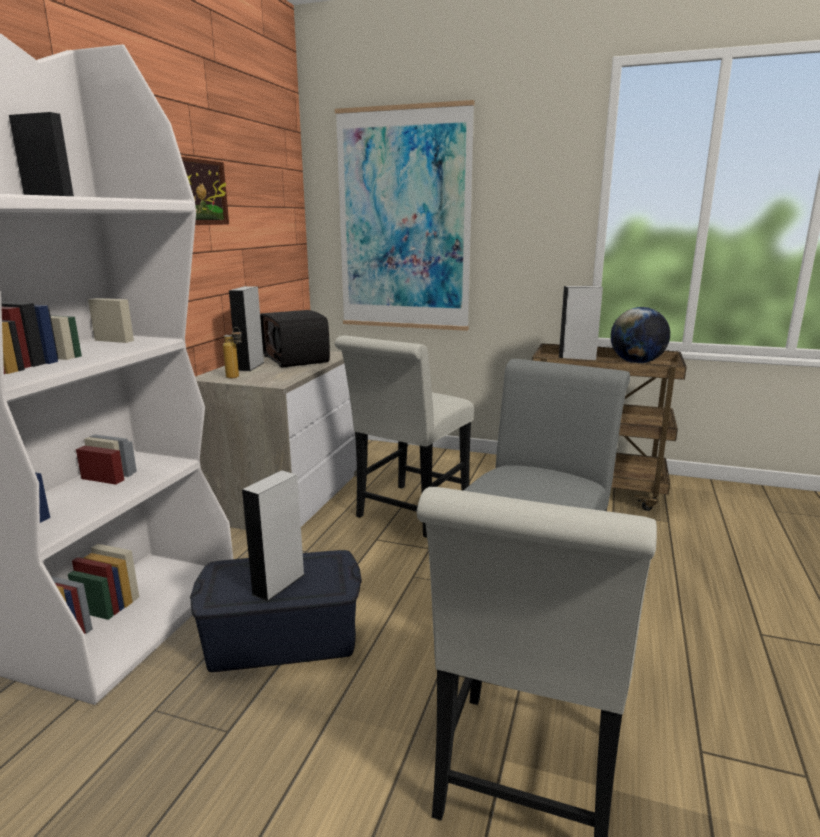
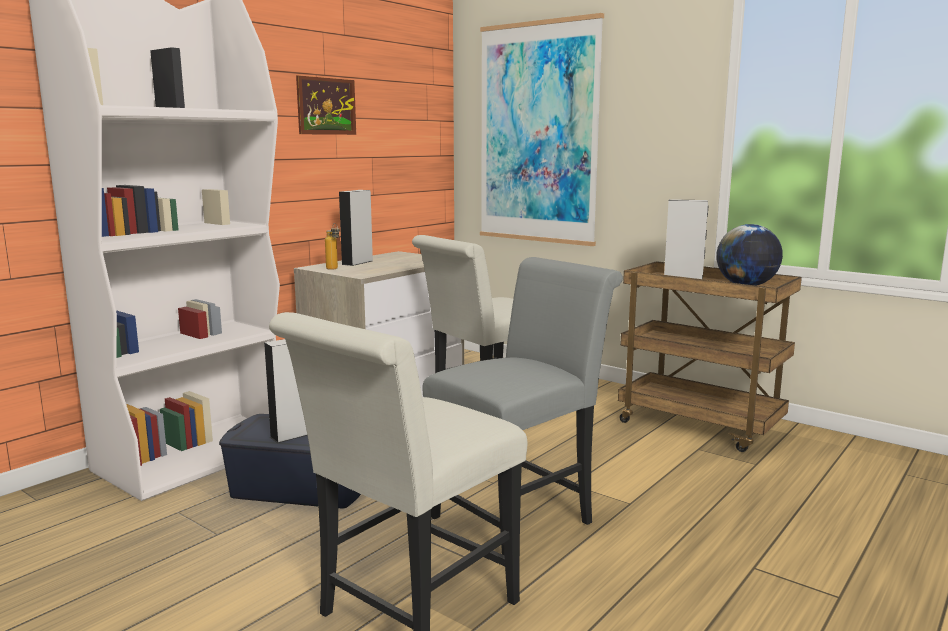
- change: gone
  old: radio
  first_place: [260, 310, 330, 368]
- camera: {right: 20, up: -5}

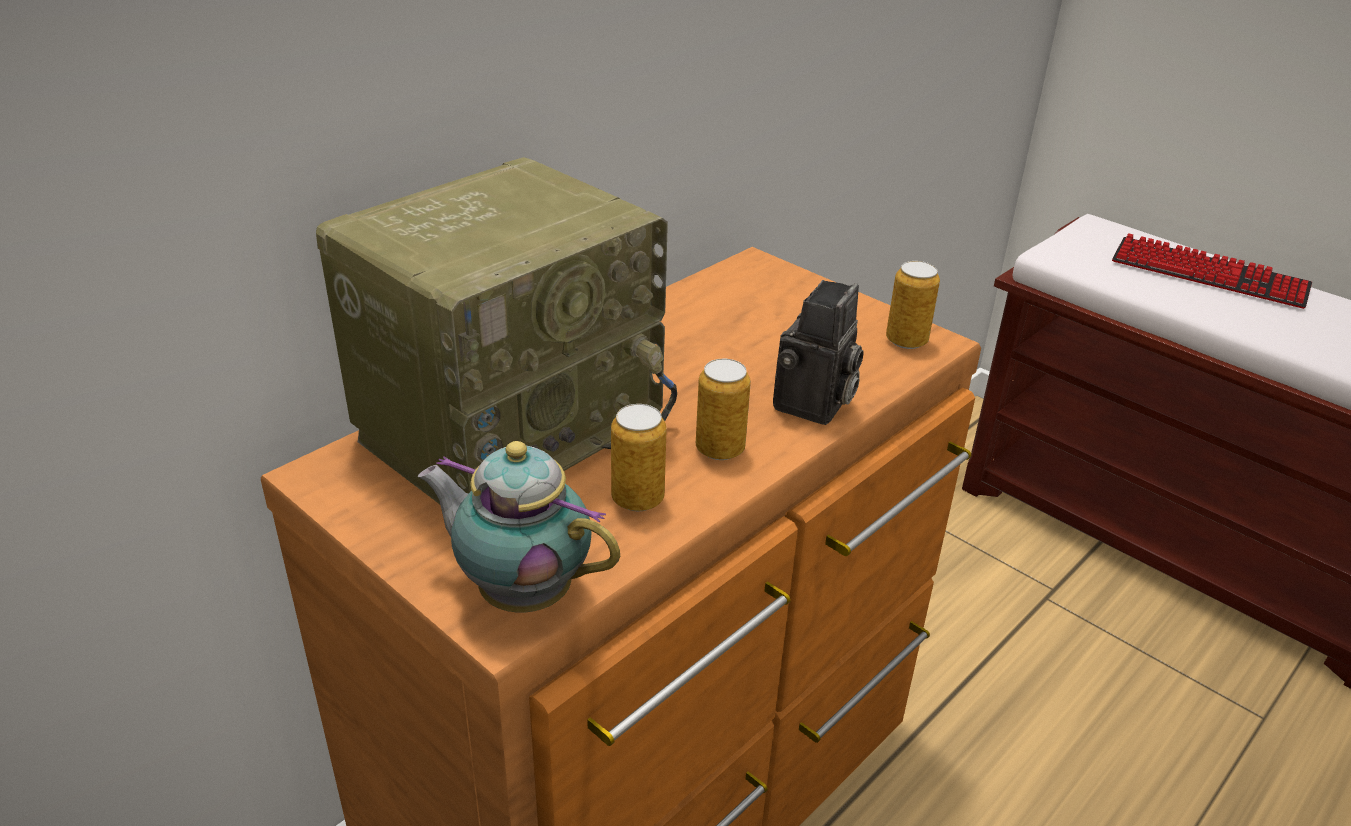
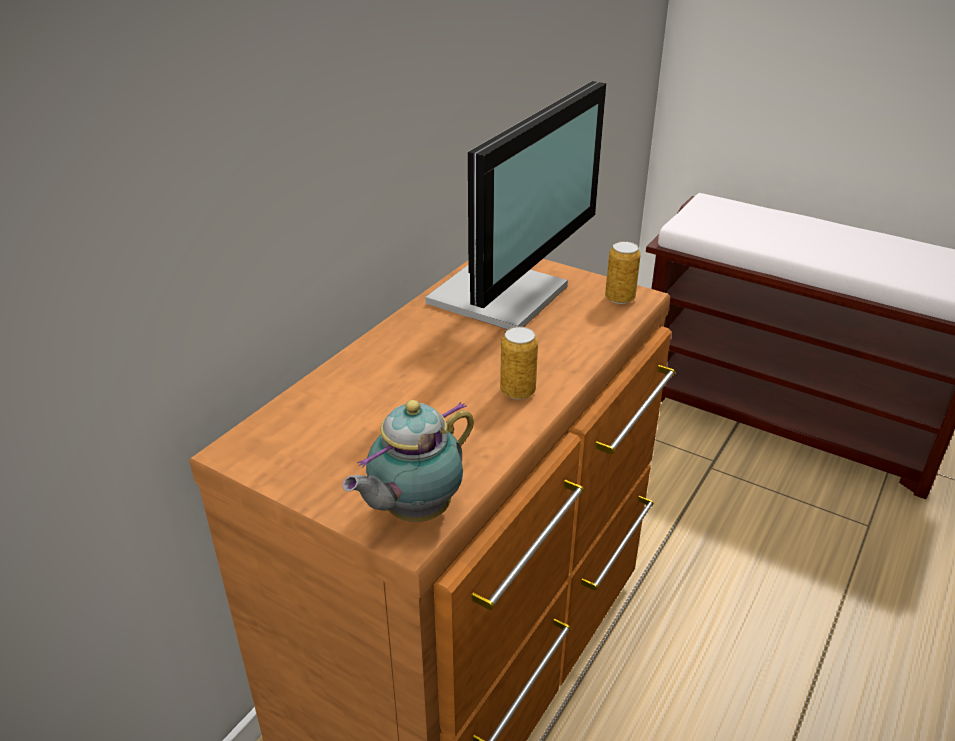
- change: rotated
  old: teapot
  first_place: [418, 441, 620, 612]
  second_place: [342, 400, 474, 522]
  degrees: -60
- change: new
  new: monitor
  second_place: [425, 81, 606, 330]
- change: gone
  old: radio
  first_place: [316, 157, 677, 504]
- change: gone
  old: can
  first_place: [611, 404, 667, 511]
- change: gone
  old: photo camera
  first_place: [773, 280, 864, 425]
- change: gone
  old: keyboard
  first_place: [1112, 233, 1312, 309]
- camera: {right: -10, up: 0}

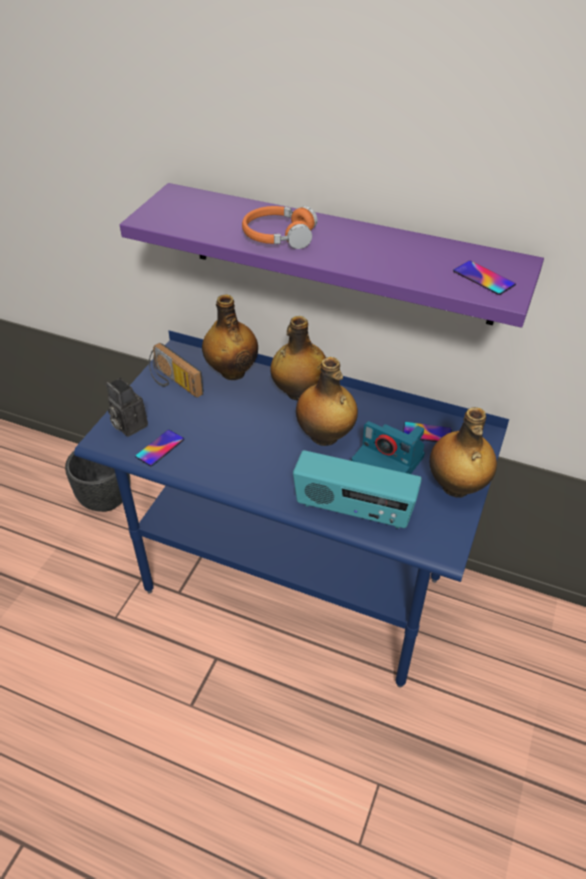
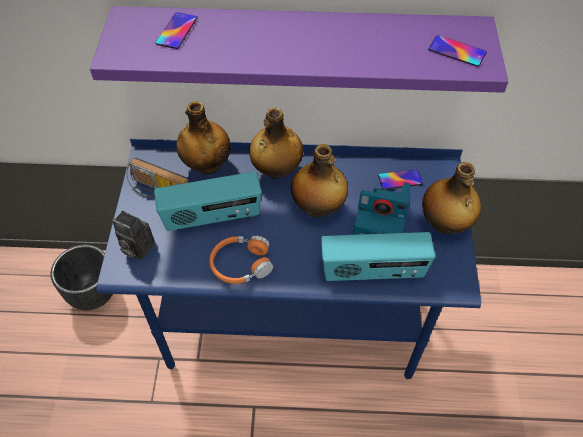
- change: new
  new: radio
  second_place: [154, 171, 262, 231]
- change: shifted
  old: phone
  first_place: [135, 430, 184, 466]
  second_place: [155, 12, 198, 49]
- change: shifted
  old: headphones (orange)
  first_place: [242, 206, 317, 249]
  second_place: [209, 235, 273, 284]
- camera: {right: -20, up: 10}

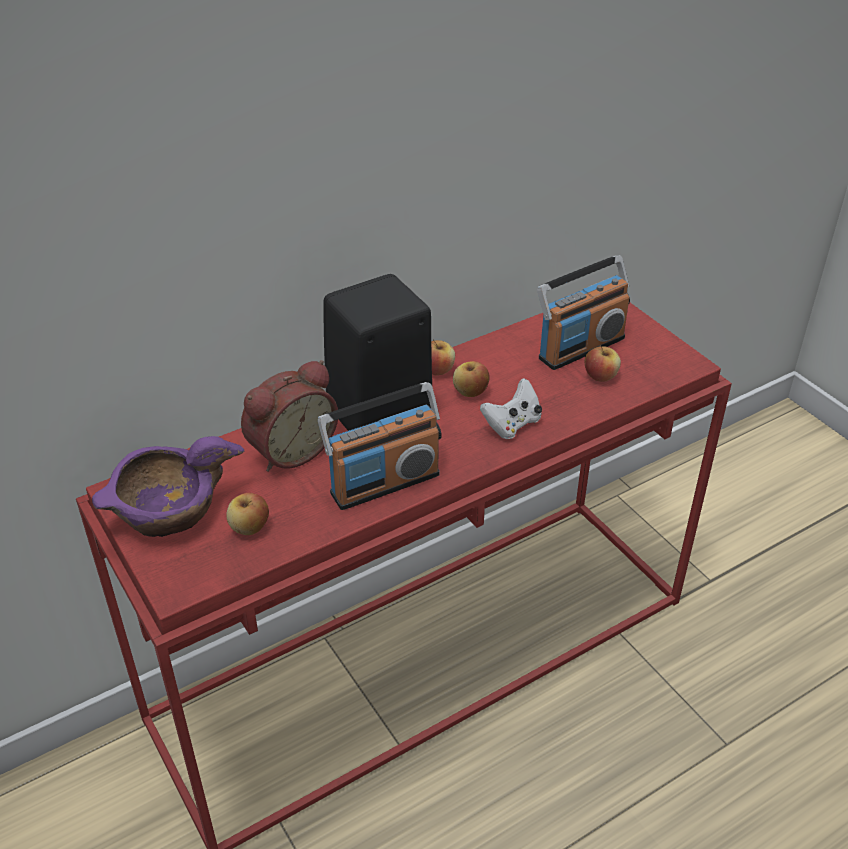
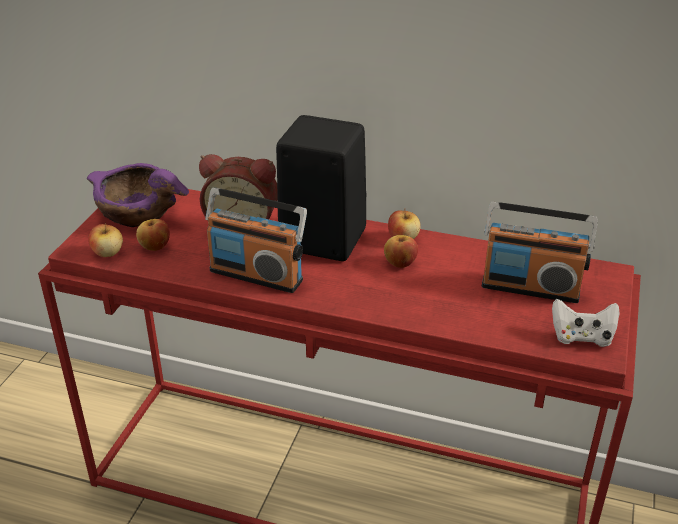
- change: shifted
  old: apple
  first_place: [585, 345, 621, 381]
  second_place: [88, 223, 123, 257]
- change: shifted
  old: game controller (white)
  first_place: [480, 378, 542, 439]
  second_place: [552, 299, 620, 347]
- camera: {right: 50, up: -5}

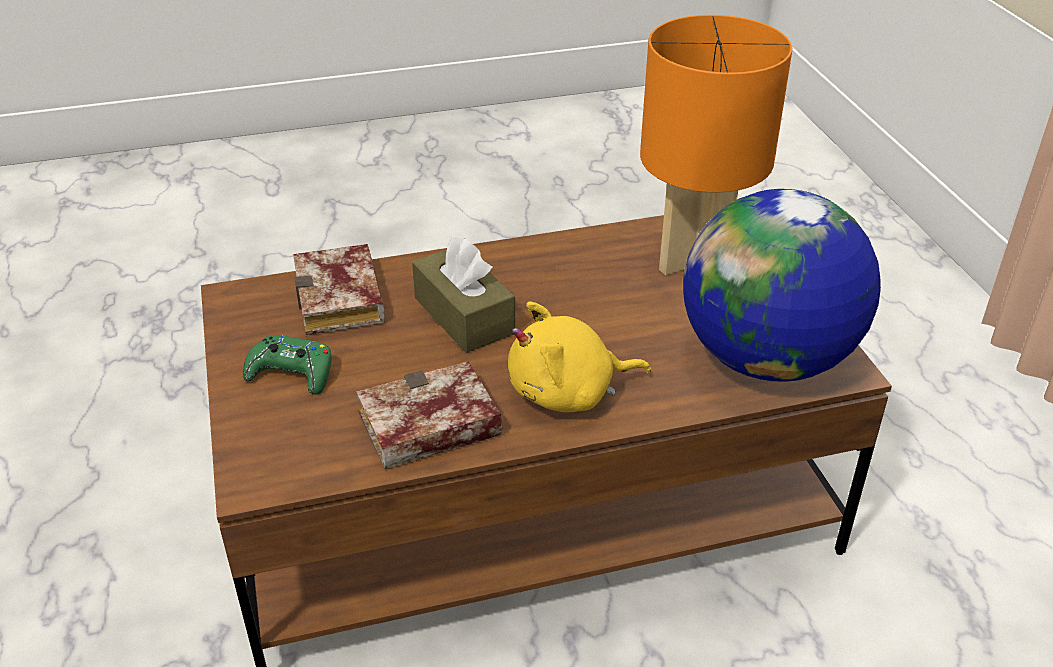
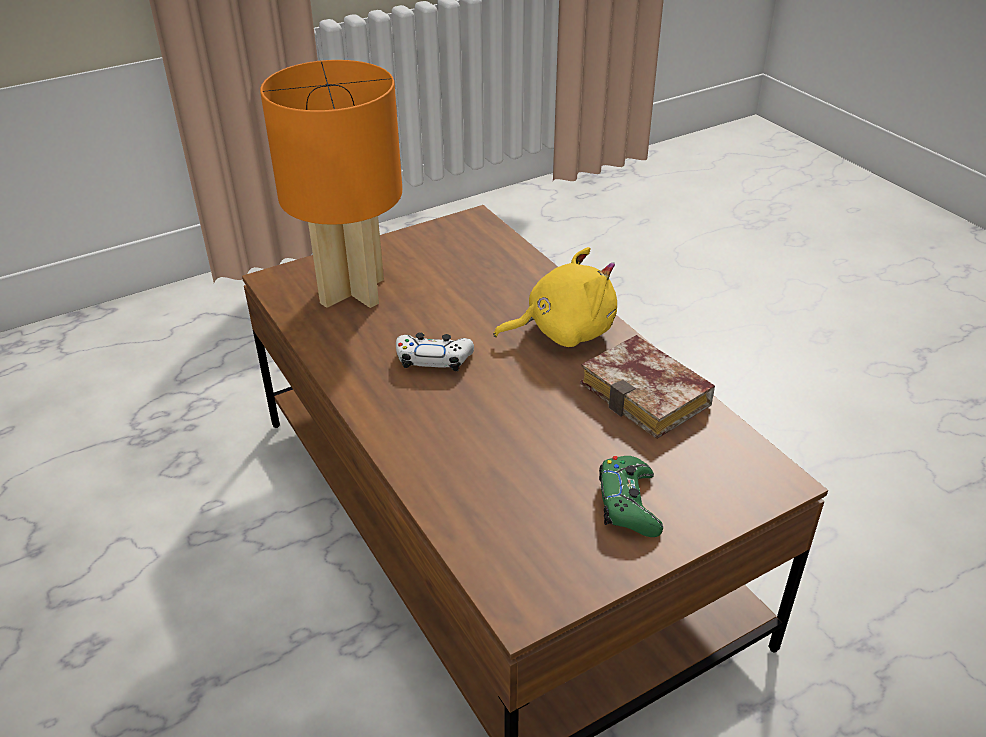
- change: new
  new: game controller (white)
  second_place: [396, 332, 474, 371]
- change: rotated
  old: plush toy (yellow)
  first_place: [508, 301, 651, 412]
  second_place: [494, 247, 617, 347]
  degrees: -75
- change: gone
  old: book
  first_place: [293, 244, 385, 335]
- change: gone
  old: tissue box (brown)
  first_place: [412, 236, 515, 353]
- change: gone
  old: globe
  first_place: [683, 189, 881, 382]
- camera: {right: -105, up: 0}

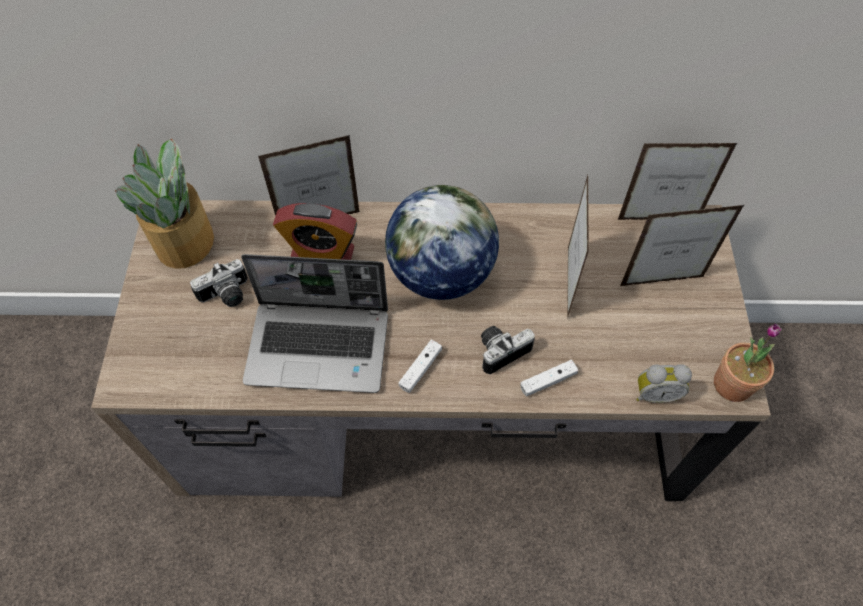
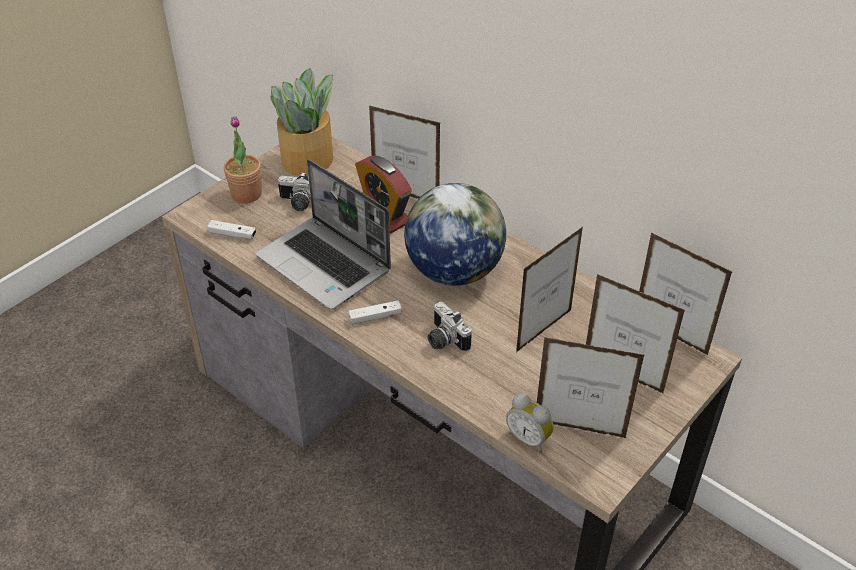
- change: shifted
  old: game controller (white)
  first_place: [520, 360, 578, 396]
  second_place: [207, 220, 256, 239]
- change: shifted
  old: potted plant
  first_place: [714, 323, 782, 402]
  second_place: [224, 116, 262, 203]
- change: rotated
  old: photo camera
  first_place: [481, 326, 535, 374]
  second_place: [428, 302, 472, 352]
  degrees: -135
- change: new
  new: picture frame
  second_place: [537, 337, 645, 438]
- camera: {right: 40, up: -15}

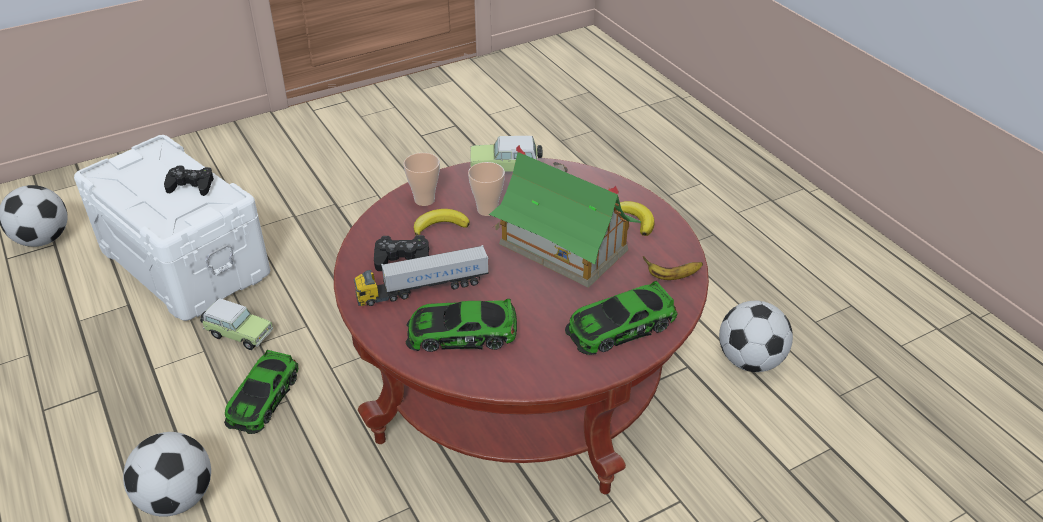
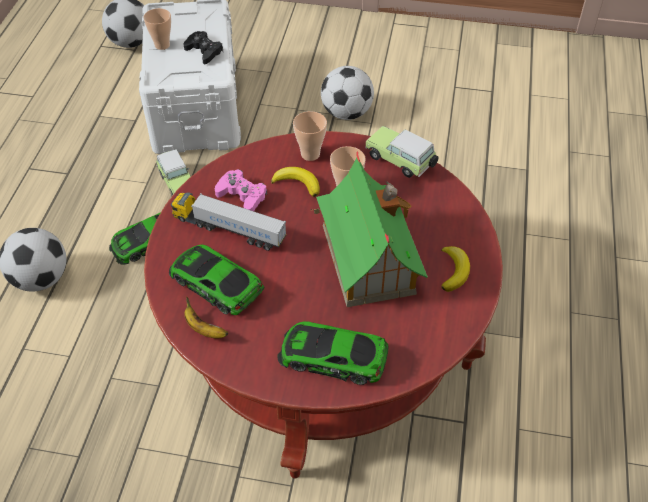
- change: new
  new: cup
  second_place: [143, 8, 171, 50]
- change: shifted
  old: banana
  first_place: [643, 256, 703, 280]
  second_place: [184, 296, 228, 338]
- change: repainted
  old: game controller (black)
  new: game controller (pink)
  first_place: [374, 235, 429, 271]
  second_place: [215, 169, 267, 211]
- change: shifted
  old: football
  first_place: [719, 301, 793, 372]
  second_place: [321, 66, 374, 120]
- camera: {right: 40, up: 10}

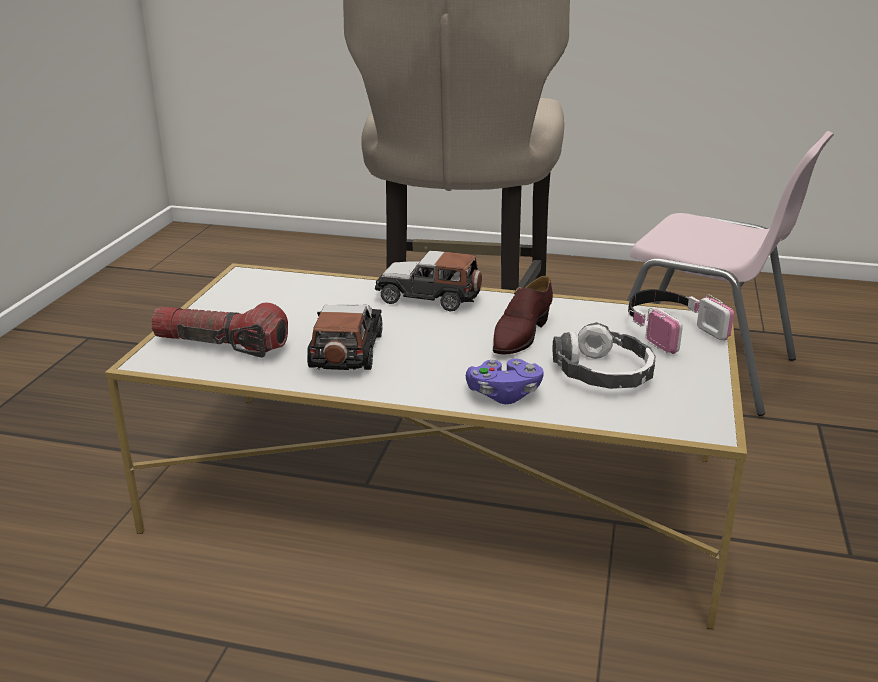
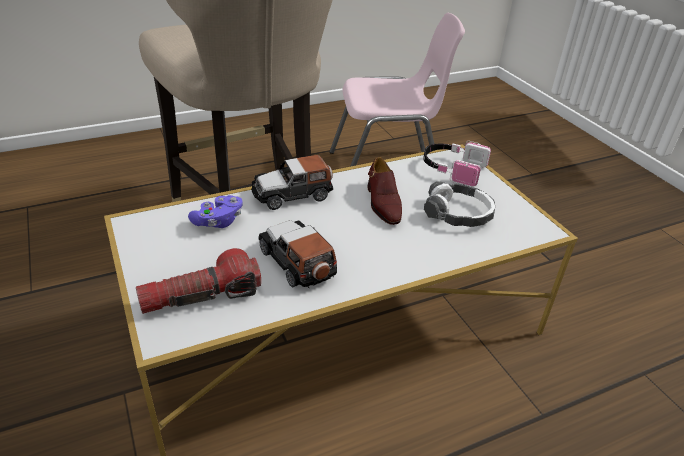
- change: shifted
  old: game controller (purple)
  first_place: [466, 359, 544, 404]
  second_place: [188, 195, 243, 228]
- camera: {right: -40, up: 10}

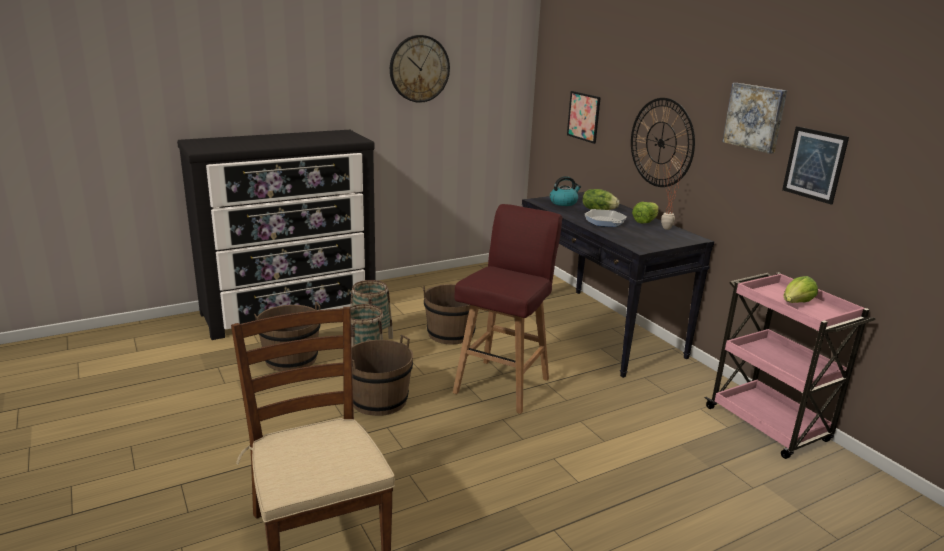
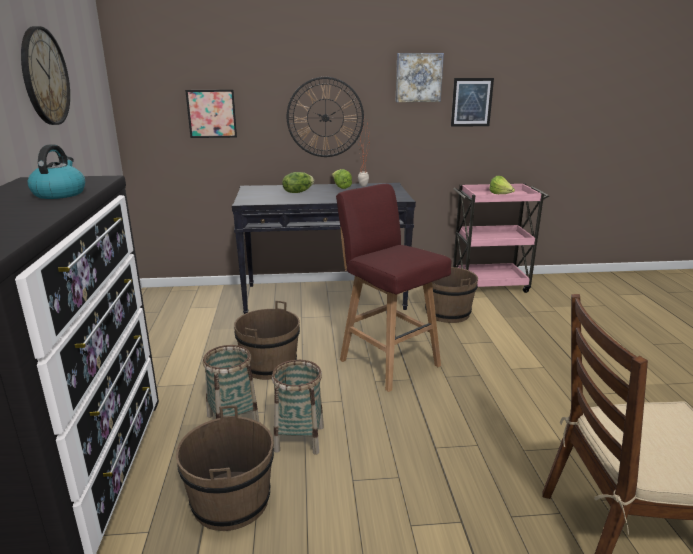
- change: shifted
  old: kettle
  first_place: [550, 176, 581, 206]
  second_place: [27, 144, 85, 199]
- change: shifted
  old: bucket (brown)
  first_place: [352, 335, 413, 416]
  second_place: [425, 267, 478, 323]
- change: gone
  old: frying pan
  first_place: [584, 209, 627, 227]
- camera: {right: -65, up: 0}

